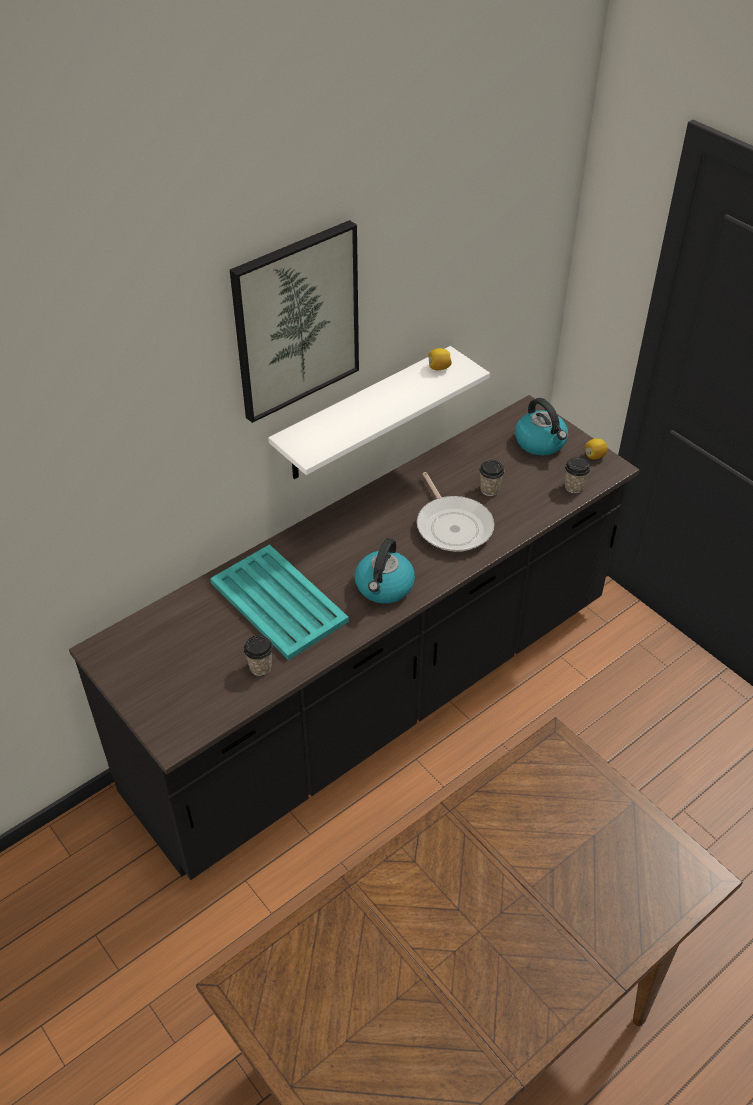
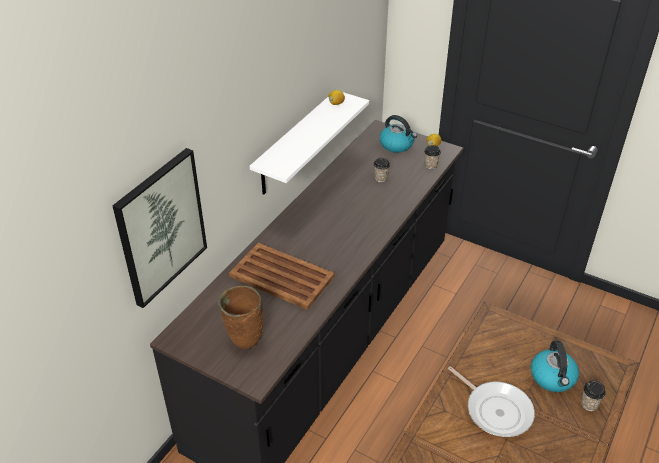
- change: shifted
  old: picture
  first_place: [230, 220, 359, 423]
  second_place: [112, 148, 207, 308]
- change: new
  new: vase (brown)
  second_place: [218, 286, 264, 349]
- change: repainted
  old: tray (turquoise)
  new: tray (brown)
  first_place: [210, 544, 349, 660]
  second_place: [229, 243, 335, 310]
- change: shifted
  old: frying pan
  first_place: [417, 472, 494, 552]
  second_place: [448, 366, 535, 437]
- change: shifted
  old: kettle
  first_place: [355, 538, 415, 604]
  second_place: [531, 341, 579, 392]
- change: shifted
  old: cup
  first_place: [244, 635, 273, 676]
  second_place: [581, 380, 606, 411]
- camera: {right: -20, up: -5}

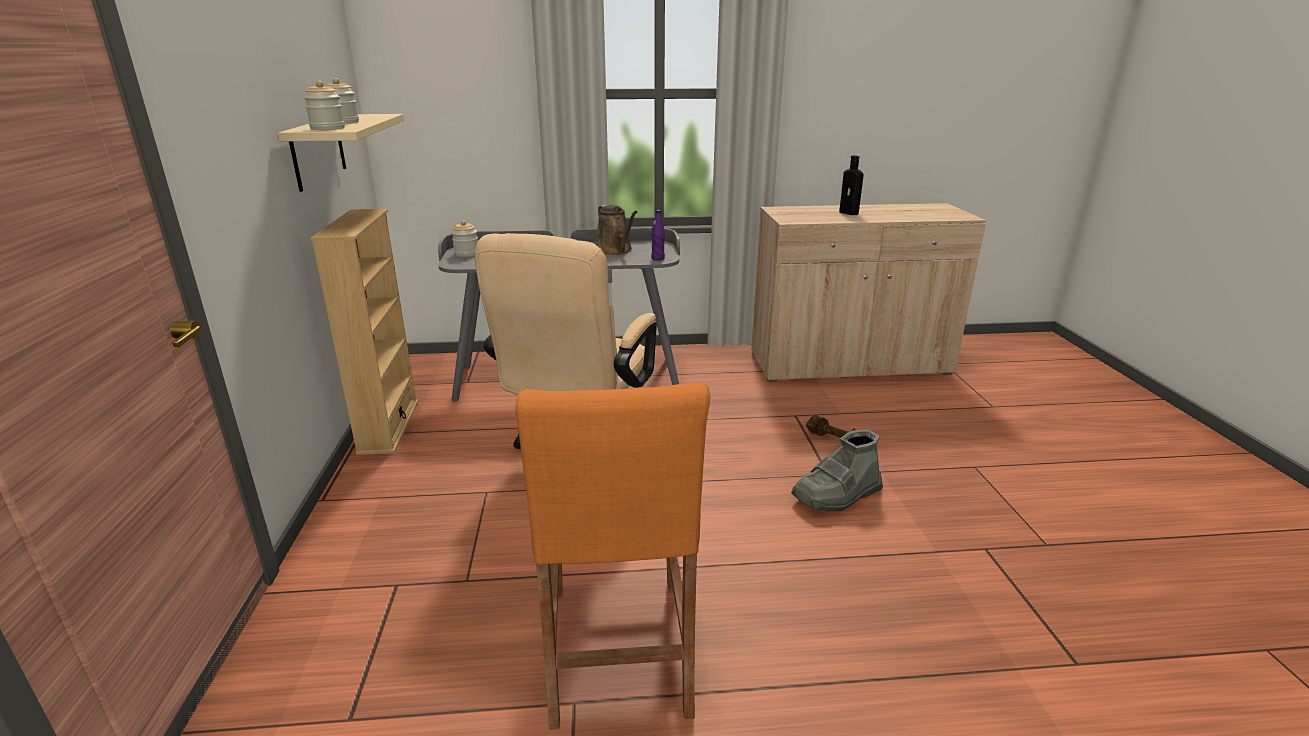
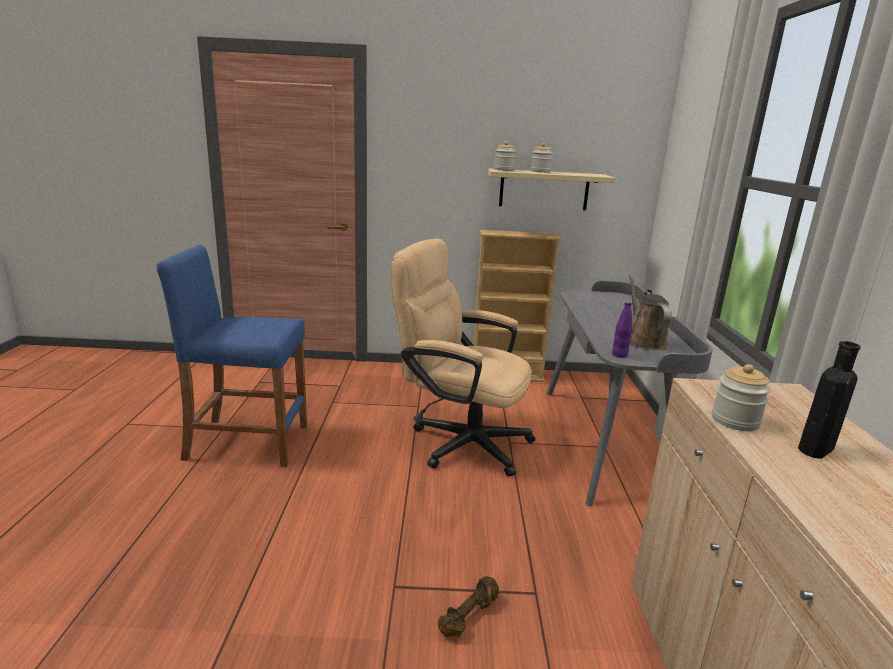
- change: repainted
  old: stool (orange)
  new: stool (blue)
  first_place: [516, 383, 710, 730]
  second_place: [156, 245, 307, 467]
- change: rotated
  old: watering can (brown)
  first_place: [596, 205, 637, 255]
  second_place: [629, 274, 672, 350]
  degrees: 105
- change: shifted
  old: jar
  first_place: [451, 221, 478, 257]
  second_place: [712, 364, 771, 431]
- change: gone
  old: boot (grey)
  first_place: [791, 430, 883, 512]
- camera: {right: 95, up: -5}

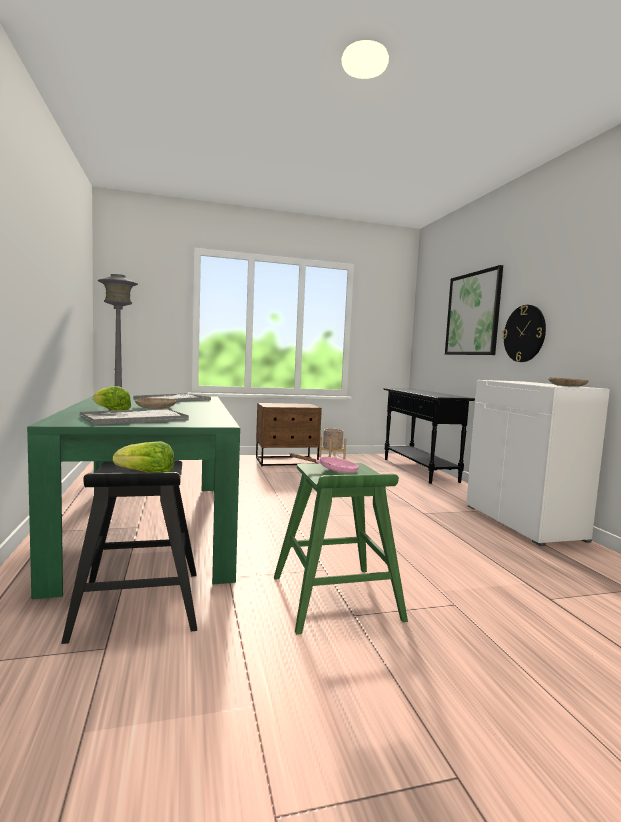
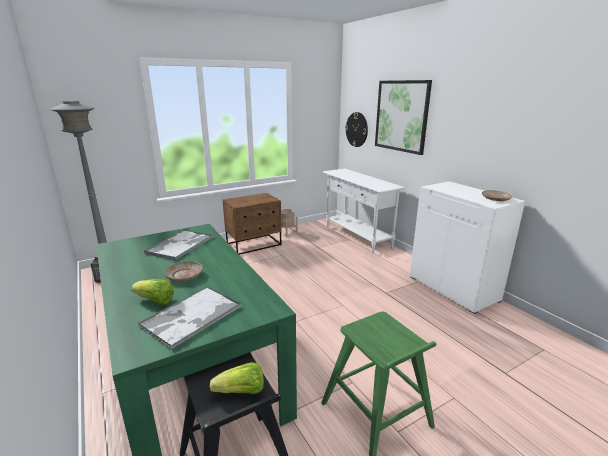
- change: repainted
  old: console table (black)
  new: console table (white)
  first_place: [383, 388, 475, 484]
  second_place: [323, 169, 405, 254]
- change: shifted
  old: wall clock
  first_place: [502, 305, 546, 362]
  second_place: [345, 112, 368, 147]
- change: gone
  old: frying pan (pink)
  first_place: [290, 453, 359, 473]
- camera: {right: -15, up: 15}

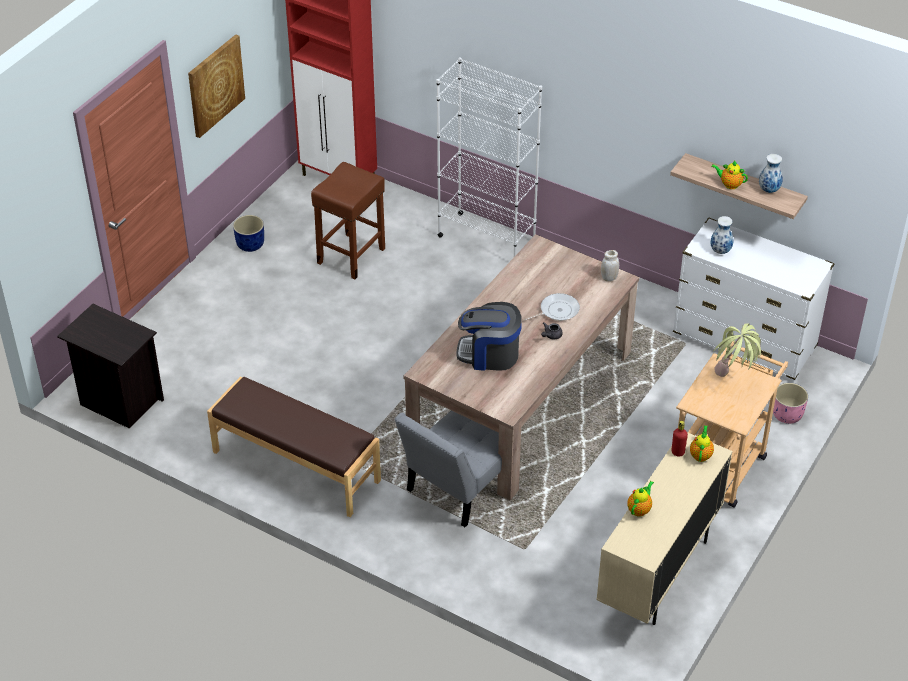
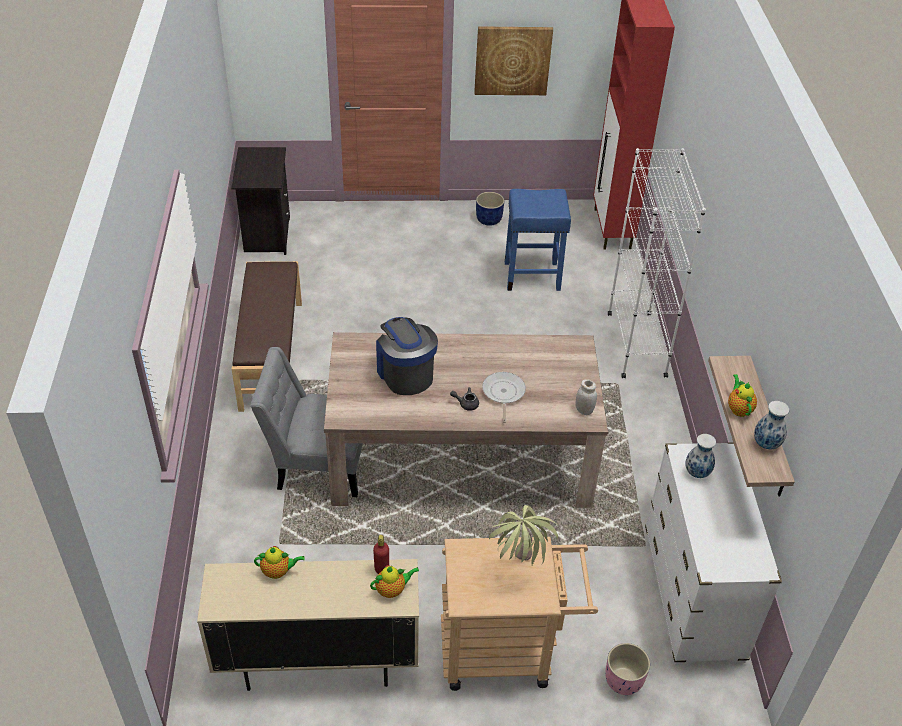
- change: rotated
  old: frying pan
  first_place: [523, 293, 580, 321]
  second_place: [482, 372, 526, 423]
  degrees: -120
- change: repainted
  old: stool (brown)
  new: stool (blue)
  first_place: [311, 162, 385, 279]
  second_place: [505, 189, 571, 291]
- camera: {right: 55, up: 0}

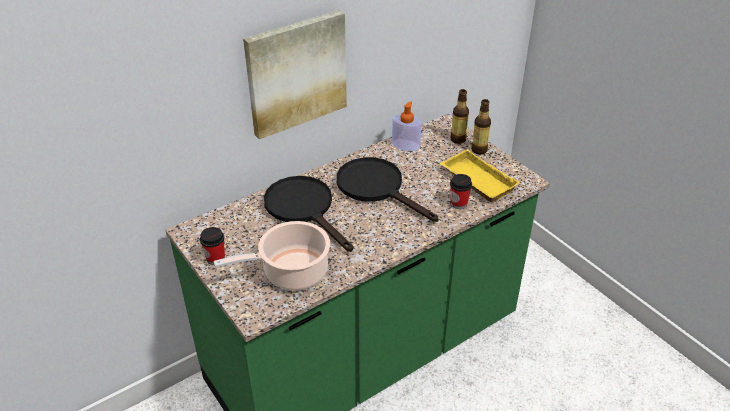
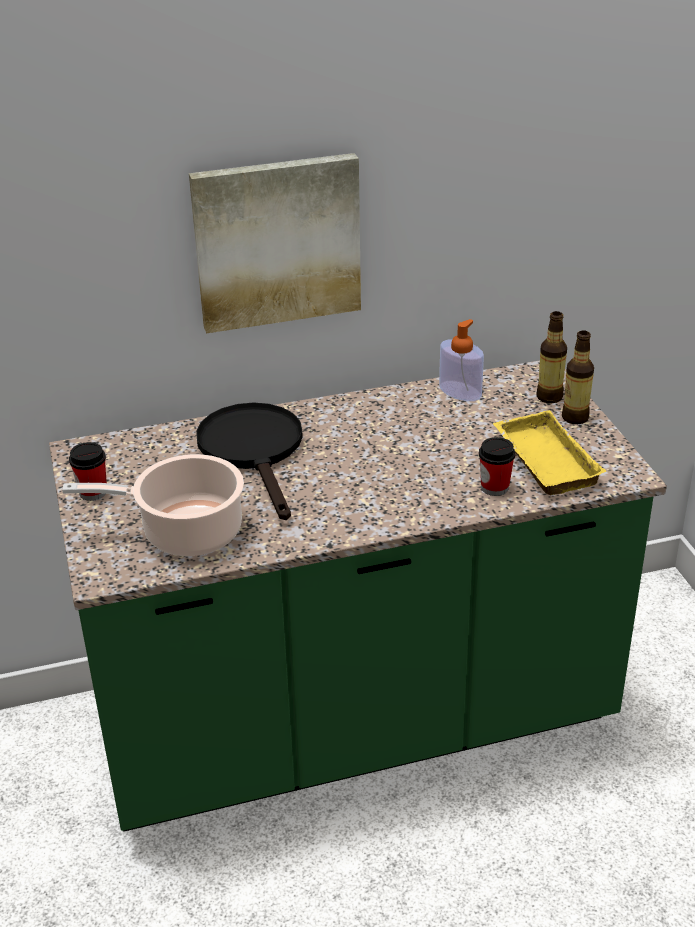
- change: gone
  old: frying pan (black)
  first_place: [336, 157, 438, 222]
- camera: {right: 20, up: -5}

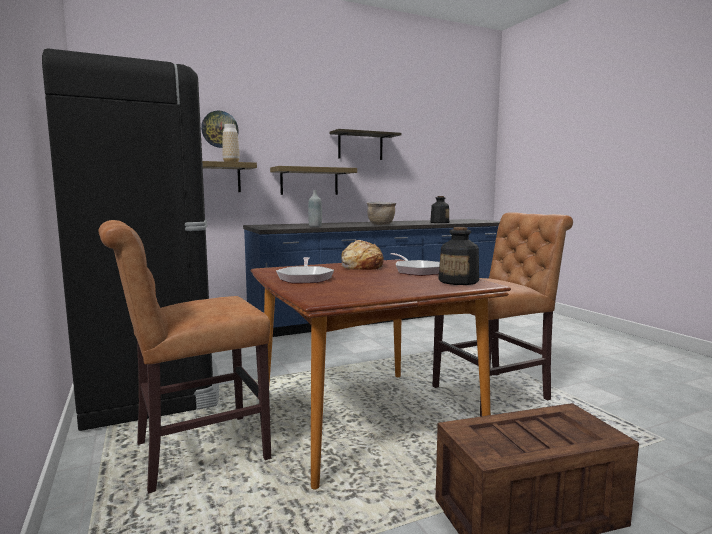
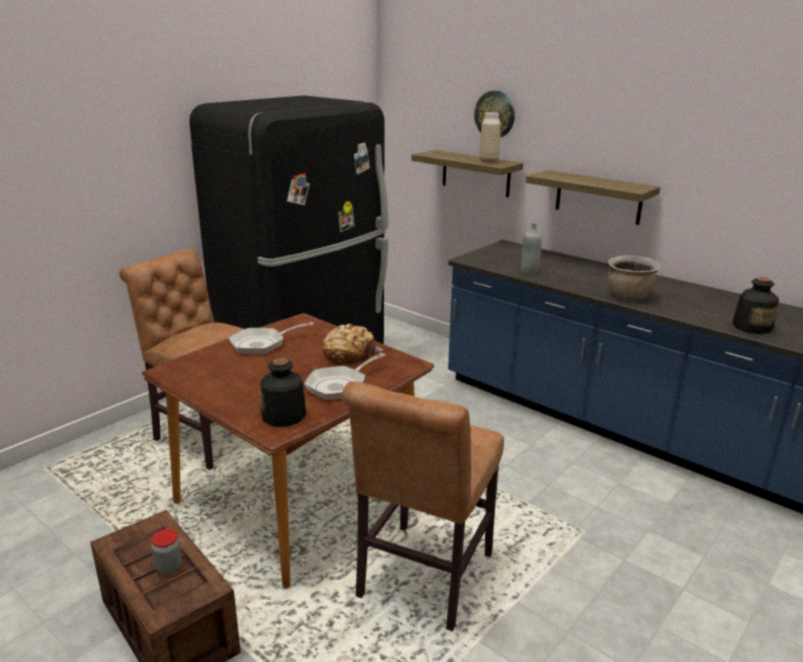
- change: new
  new: jar
  second_place: [151, 529, 182, 574]
- change: rotated
  old: chair (brown)
  first_place: [432, 212, 573, 417]
  second_place: [341, 381, 504, 631]
  degrees: 75
- change: gone
  old: shelf
  first_place: [329, 129, 401, 160]
- camera: {right: 65, up: 15}

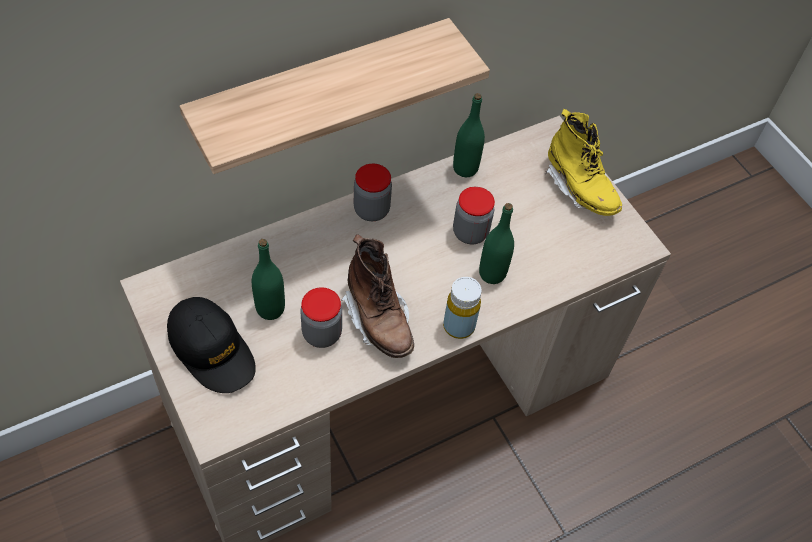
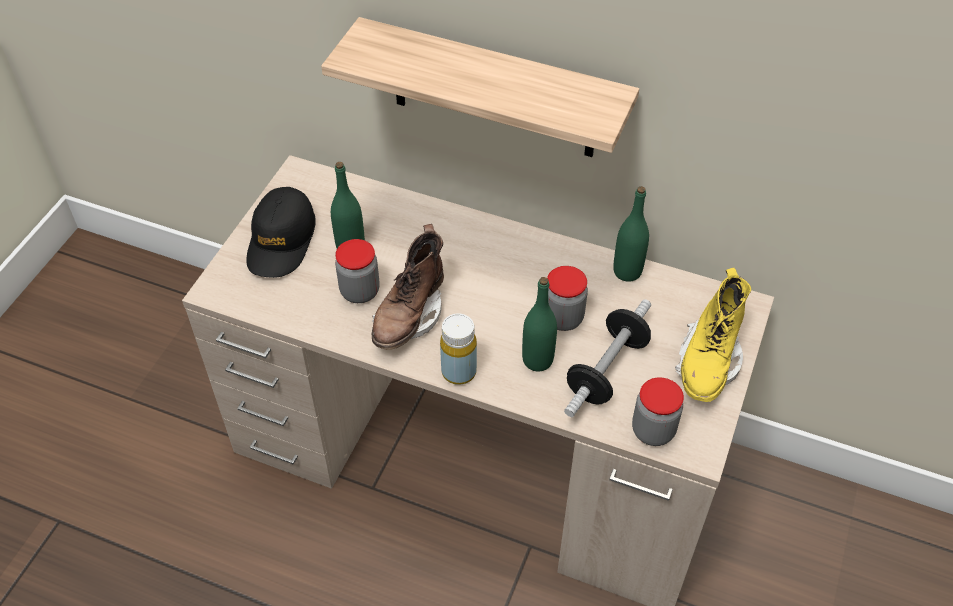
- change: new
  new: dumbbell
  second_place: [564, 299, 651, 417]
- change: shifted
  old: jar
  first_place: [354, 164, 392, 221]
  second_place: [632, 377, 684, 446]
- camera: {right: 55, up: -5}

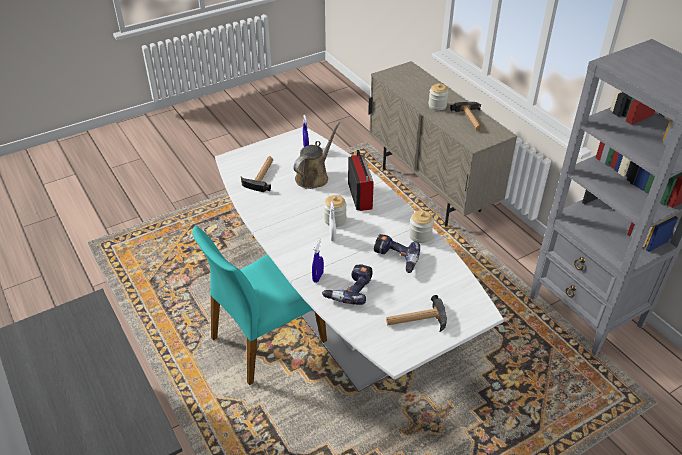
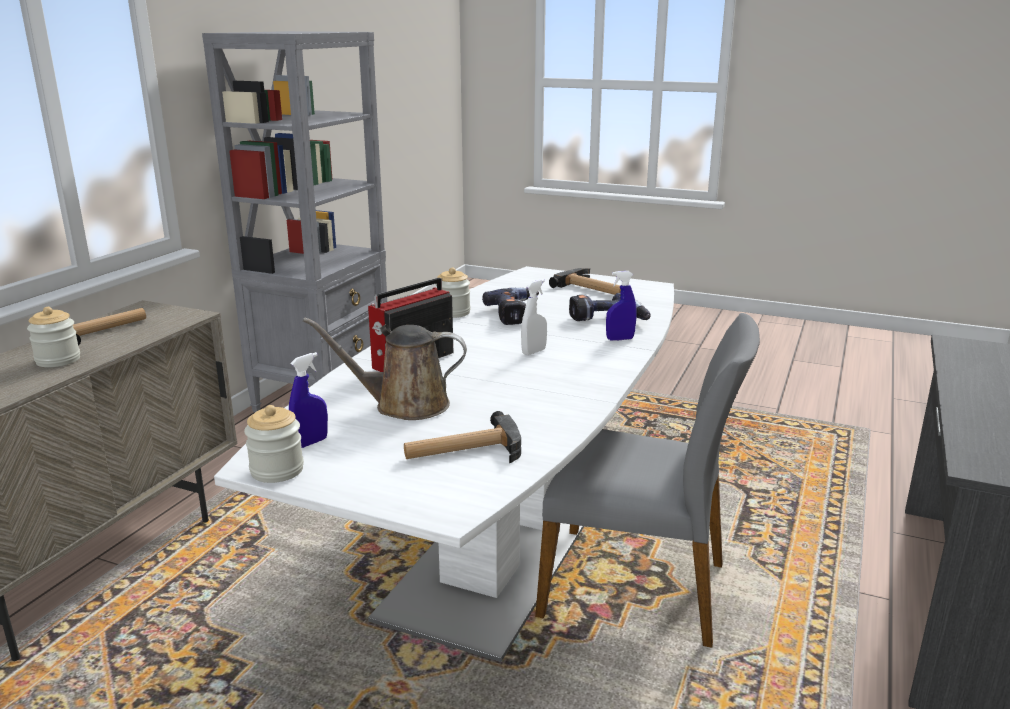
- change: shifted
  old: jar
  first_place: [324, 195, 347, 227]
  second_place: [244, 405, 304, 483]
- change: repainted
  old: chair (turquoise)
  new: chair (grey)
  first_place: [193, 226, 327, 385]
  second_place: [535, 313, 760, 648]
- camera: {right: -125, up: -20}

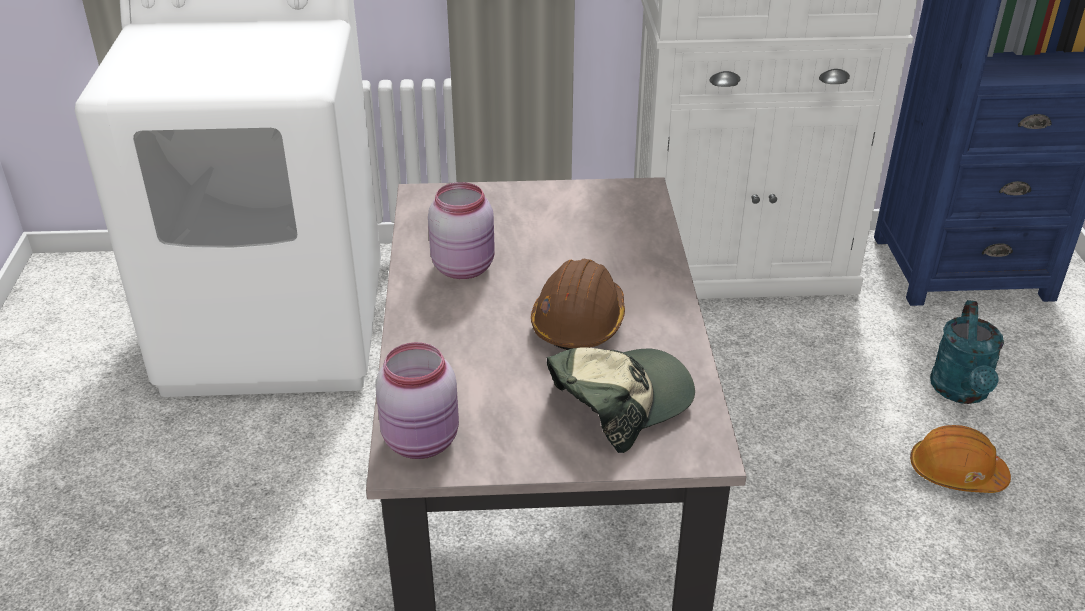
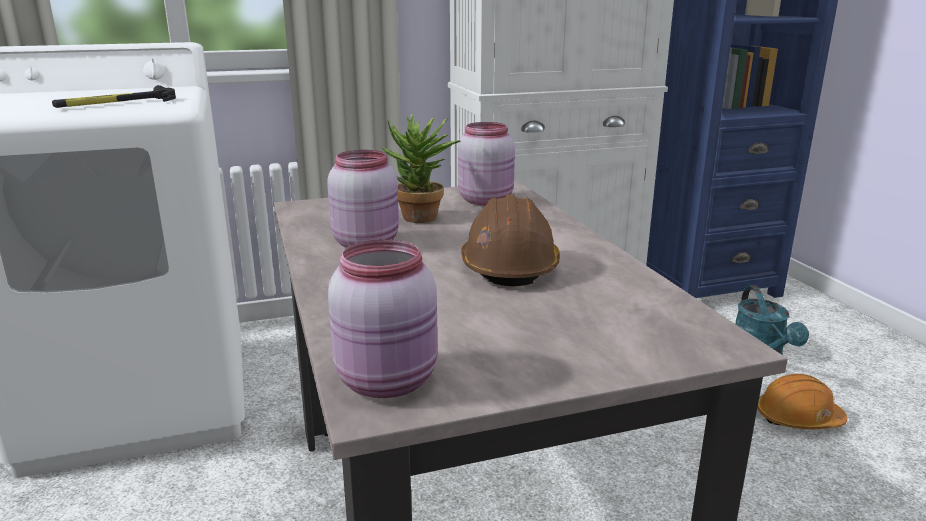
- change: new
  new: hammer
  second_place: [52, 85, 176, 108]
- change: new
  new: potted plant
  second_place: [382, 114, 460, 223]
- change: new
  new: jar (pink)
  second_place: [458, 122, 515, 206]
- change: gone
  old: cap
  first_place: [547, 347, 695, 453]
- camera: {right: -15, up: -15}

